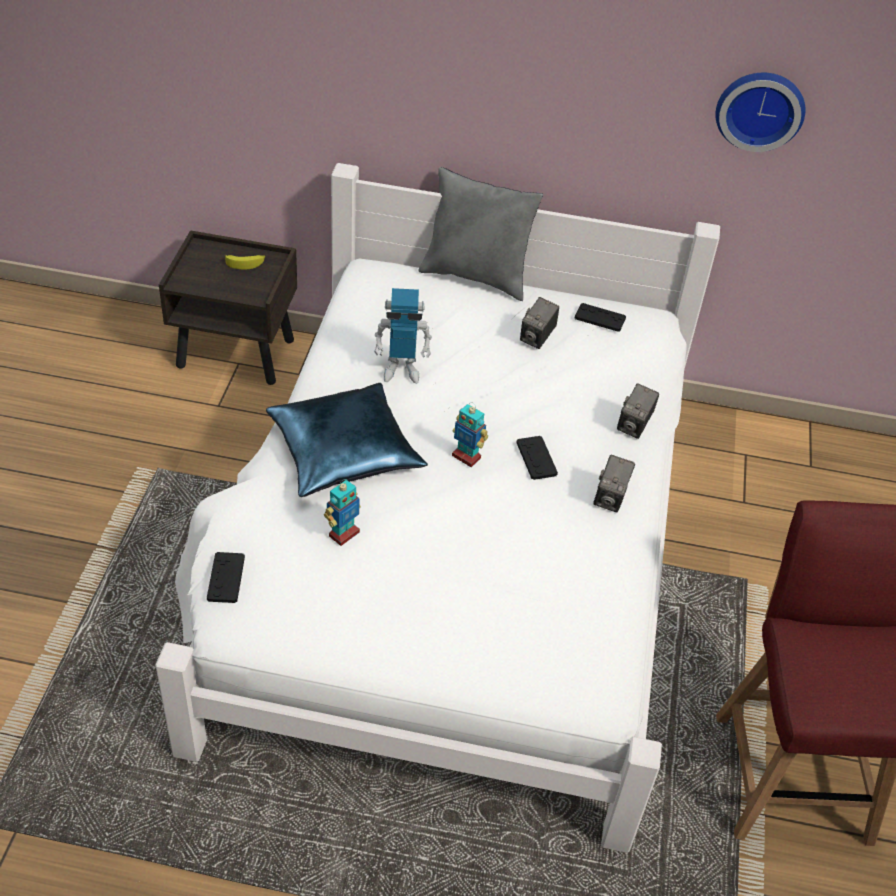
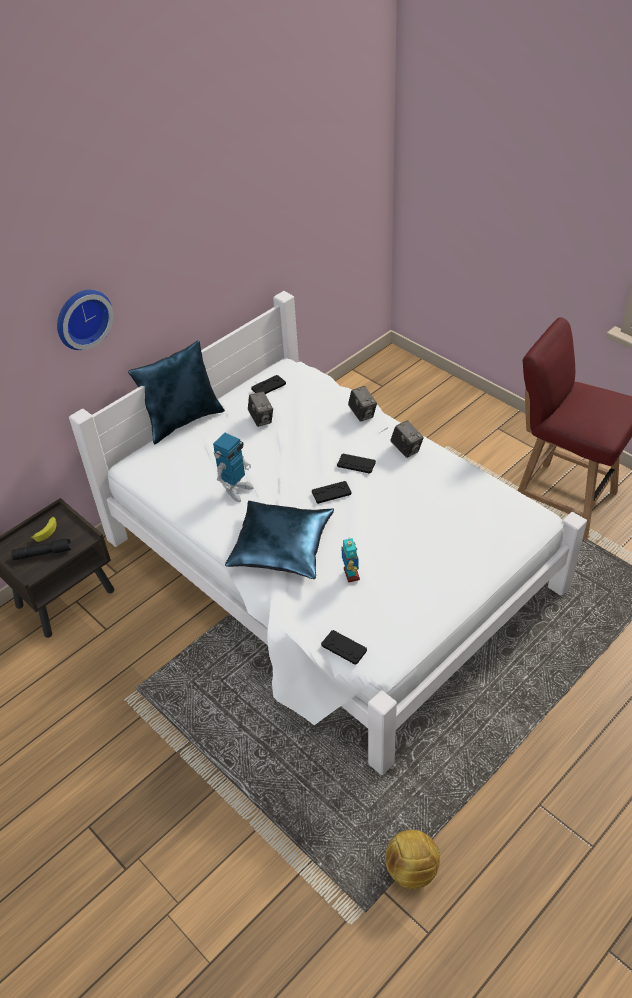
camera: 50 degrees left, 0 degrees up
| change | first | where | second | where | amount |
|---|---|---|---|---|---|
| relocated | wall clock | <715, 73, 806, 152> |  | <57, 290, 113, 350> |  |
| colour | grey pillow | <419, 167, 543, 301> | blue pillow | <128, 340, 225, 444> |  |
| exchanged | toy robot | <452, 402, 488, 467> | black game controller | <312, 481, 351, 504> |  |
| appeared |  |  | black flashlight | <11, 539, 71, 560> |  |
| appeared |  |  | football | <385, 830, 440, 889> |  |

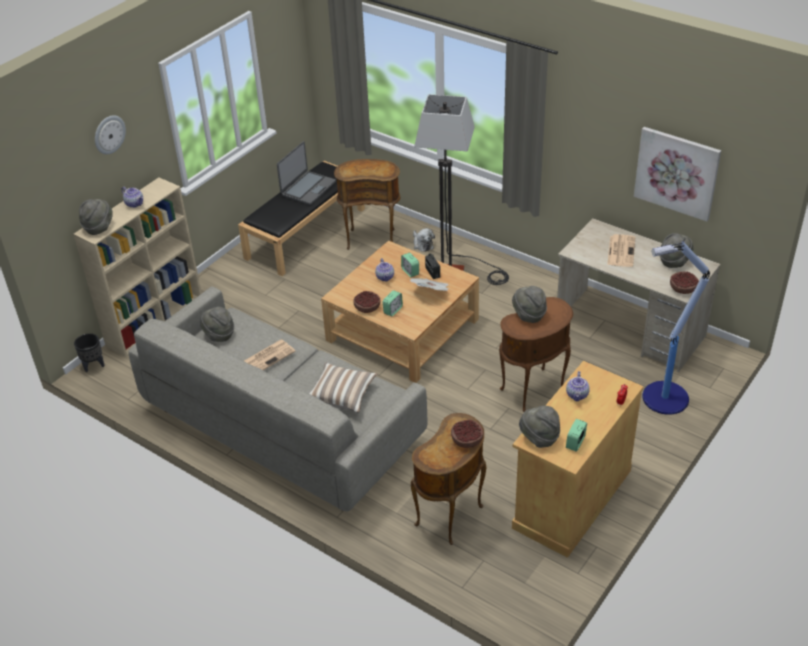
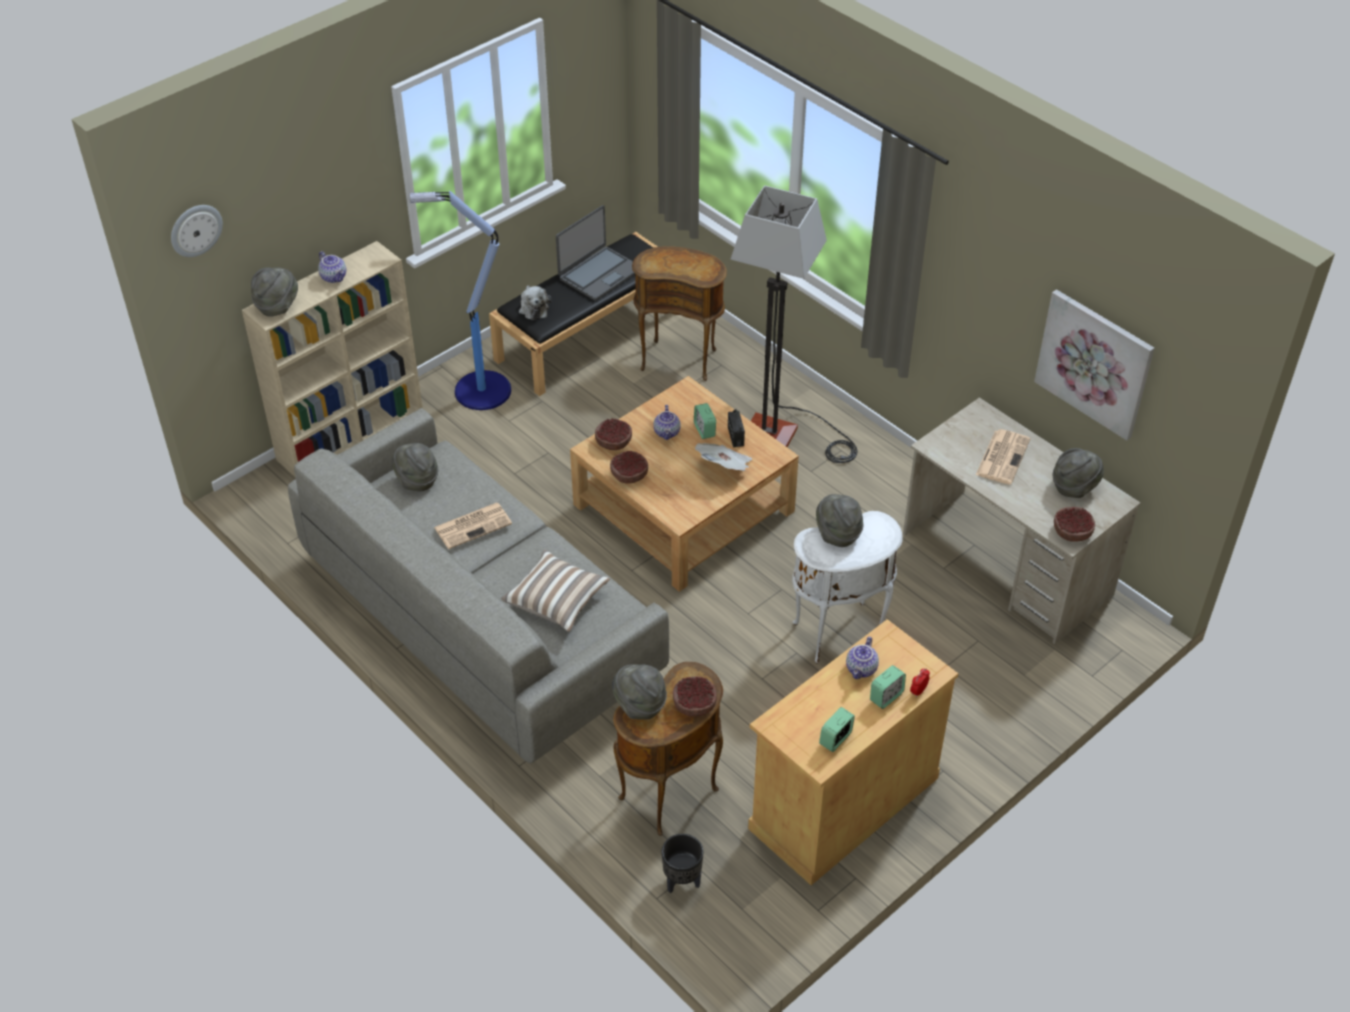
camera: 10 degrees right, 5 degrees up
| change | first | where | second | where | amount |
|---|---|---|---|---|---|
| relocated | wall clock | <95, 115, 126, 154> |  | <171, 205, 223, 257> |  |
| relocated | plush toy | <413, 228, 435, 252> |  | <519, 285, 551, 320> |  |
| relocated | floor lamp | <642, 241, 710, 415> |  | <410, 190, 511, 410> |  |
| relocated | alarm clock | <383, 290, 403, 316> |  | <870, 665, 906, 709> |  |
| colour | brown side table | <499, 297, 573, 412> | white side table | <792, 511, 903, 664> |  |
| relocated | black planter | <74, 333, 105, 372> |  | <662, 834, 704, 894> |  |
| relocated | grey hat | <519, 406, 560, 448> |  | <612, 665, 667, 720> |  |
| appeared |  |  | bowl | <595, 418, 632, 450> |  |

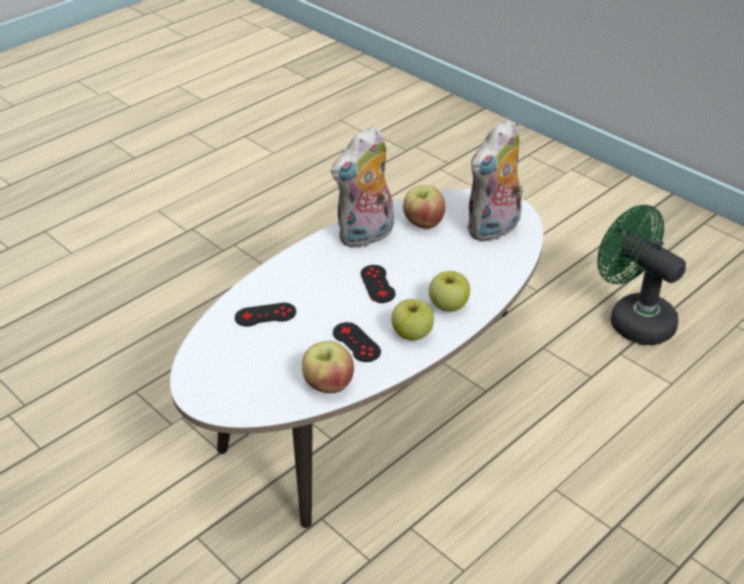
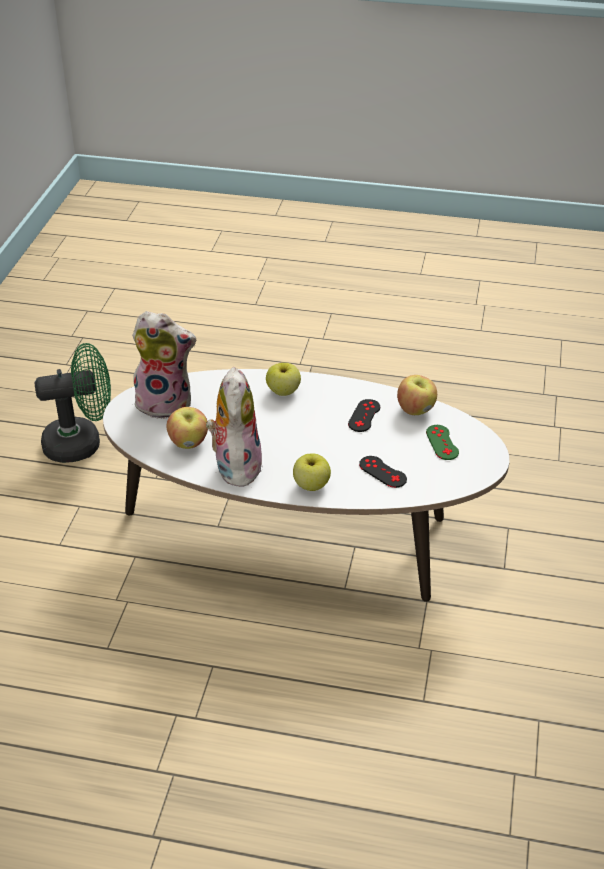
camera: 125 degrees left, 0 degrees up
| change | first | where | second | where | amount |
|---|---|---|---|---|---|
| spun | plush toy | <331, 126, 394, 248> |  | <206, 367, 263, 487> | 105 degrees counterclockwise |
| spun | green fan | <597, 205, 686, 345> |  | <35, 343, 111, 463> | 120 degrees counterclockwise |
| missing | black game controller | <361, 265, 395, 303> |  |  |  |
| relocated | apple | <391, 299, 434, 340> |  | <293, 453, 331, 491> |  |
| appeared |  |  | green game controller | <426, 425, 459, 460> |  |

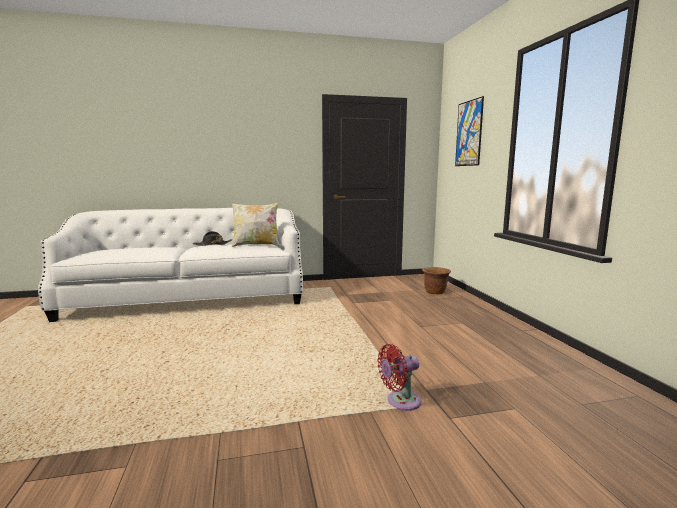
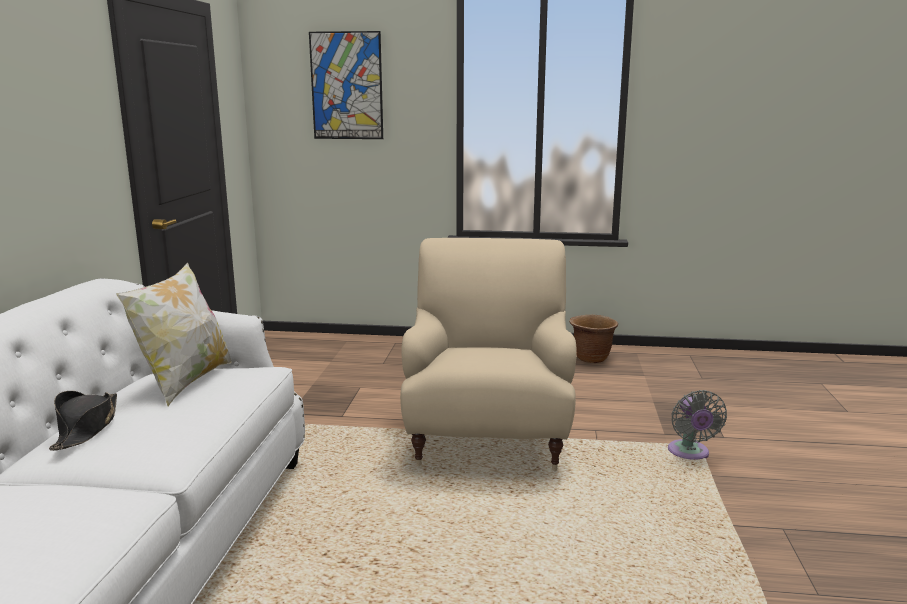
camera: 70 degrees left, 5 degrees up
| change | first | where | second | where | amount |
|---|---|---|---|---|---|
| relocated | brown planter | <422, 267, 451, 294> |  | <569, 315, 618, 363> |  |
| colour | red fan | <377, 344, 421, 411> | grey fan | <668, 390, 727, 460> |  |
| appeared |  |  | beige armchair | <400, 238, 577, 471> |  |

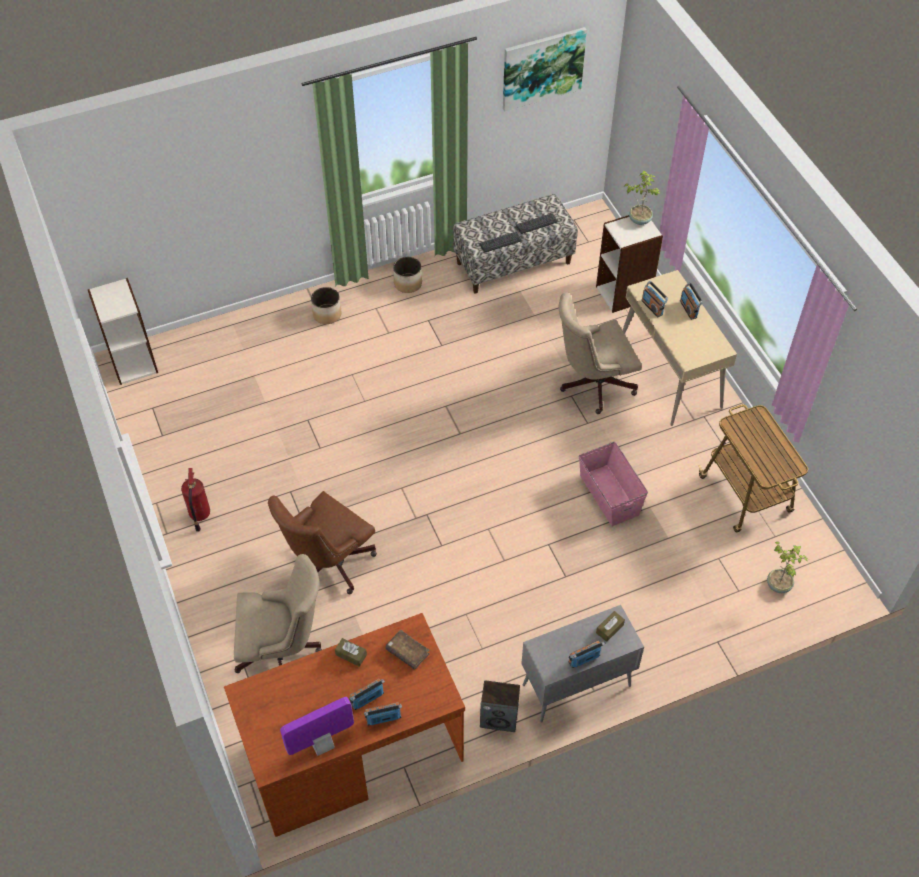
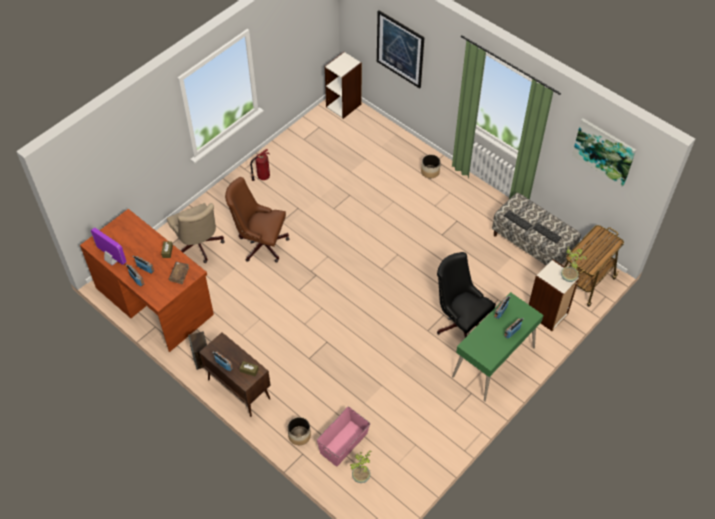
camera: 65 degrees right, 0 degrees up
| change | first | where | second | where | amount |
|---|---|---|---|---|---|
| relocated | planter | <393, 257, 422, 293> |  | <288, 417, 311, 445> |  |
| colour | beige desk | <622, 270, 737, 426> | green desk | <452, 292, 543, 402> |  |
| colour | beige office chair | <559, 292, 642, 414> | black office chair | <437, 252, 496, 338> |  |
| relocated | cart | <698, 404, 808, 533> |  | <564, 225, 624, 307> |  |
| relocated | pink storage box | <579, 442, 648, 526> |  | <317, 407, 370, 467> |  |
| colour | grey cabinet | <521, 605, 644, 723> | brown cabinet | <199, 332, 270, 417> |  |
| appeared |  |  | picture | <377, 10, 425, 88> |  |

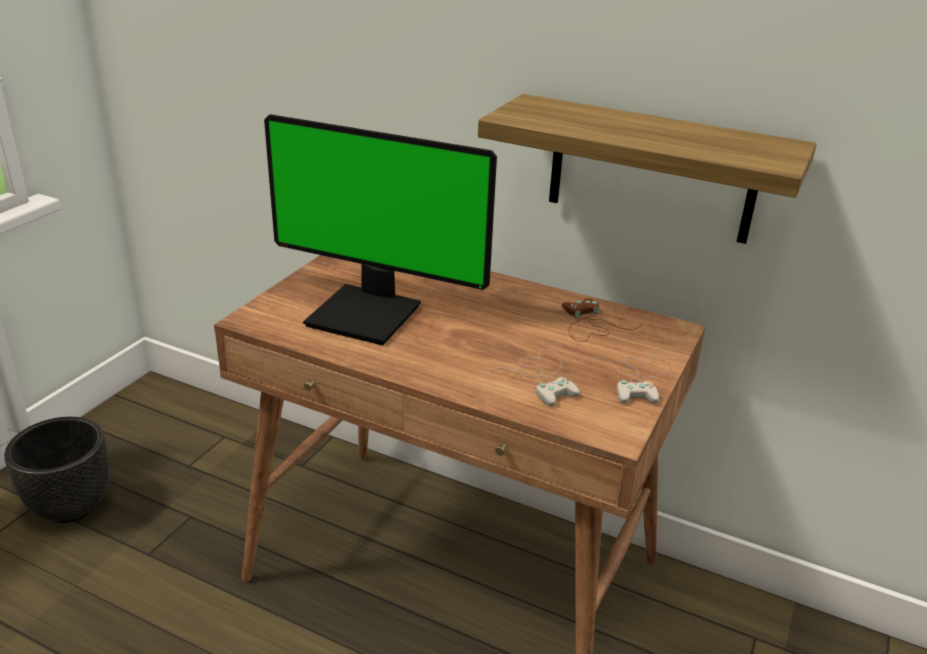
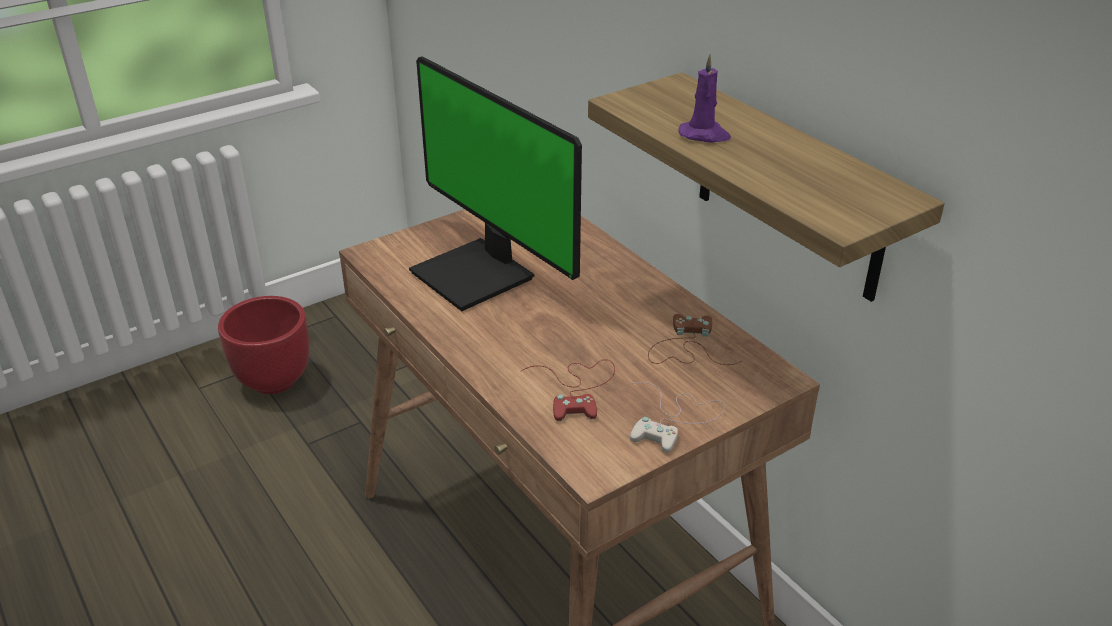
camera: 30 degrees right, 5 degrees up
| change | first | where | second | where | amount |
|---|---|---|---|---|---|
| colour | white game controller | <485, 349, 580, 406> | red game controller | <520, 359, 615, 421> |  |
| colour | black planter | <4, 417, 110, 523> | red planter | <218, 296, 309, 394> |  |
| appeared |  |  | purple candle | <678, 54, 731, 143> |  |

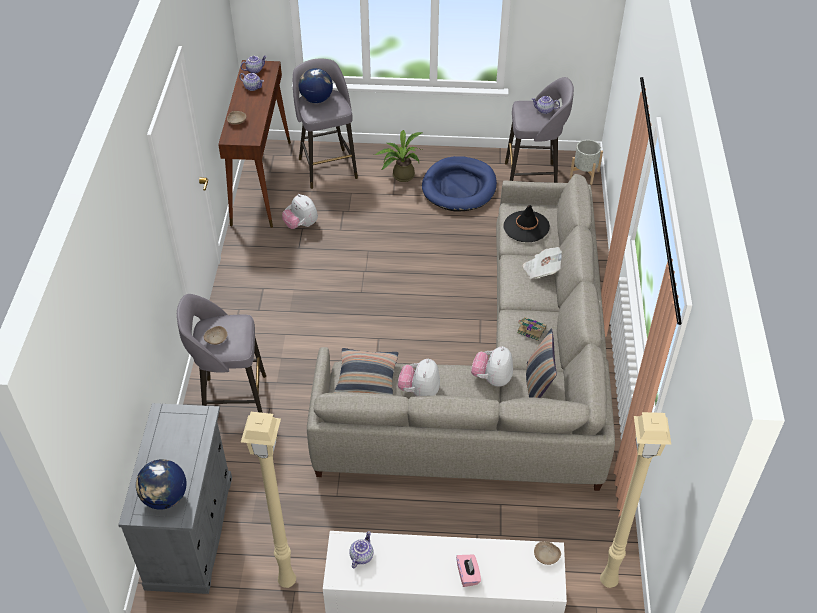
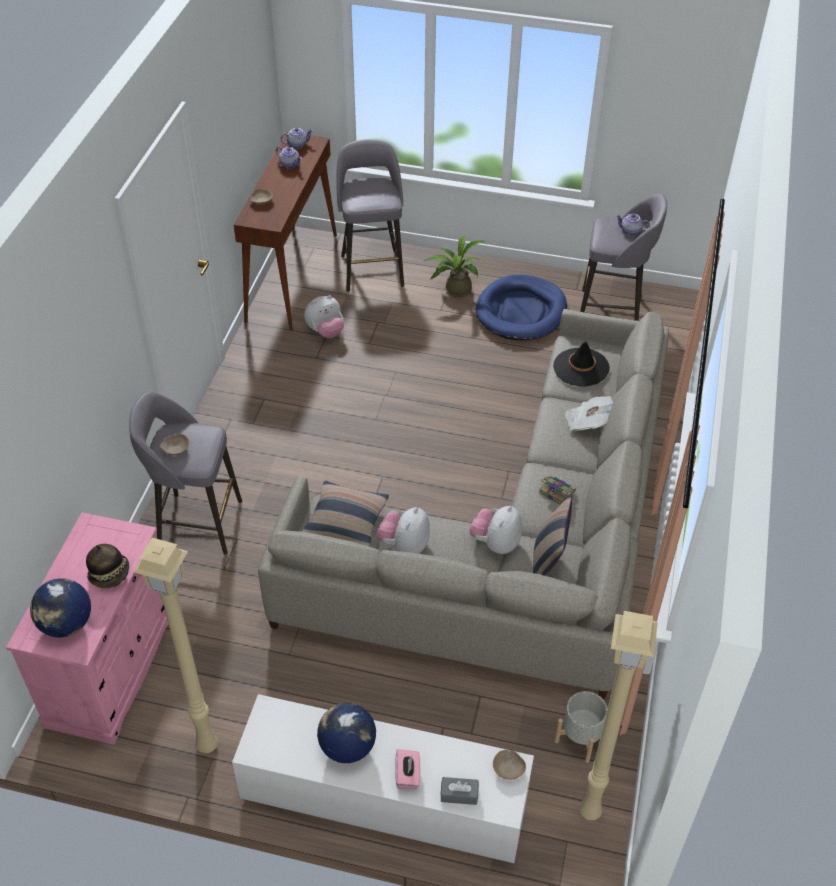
camera: 10 degrees right, 0 degrees up
| change | first | where | second | where | amount |
|---|---|---|---|---|---|
| relocated | globe | <299, 68, 333, 103> |  | <317, 703, 376, 763> |  |
| relocated | grey planter | <570, 140, 603, 185> |  | <554, 691, 608, 763> |  |
| spun | plush toy | <282, 194, 318, 229> |  | <304, 295, 344, 338> | 90 degrees counterclockwise |
| colour | grey cabinet | <118, 403, 232, 594> | pink cabinet | <6, 512, 168, 744> |  |
| missing | teapot | <349, 531, 374, 568> |  |  |  |
| appeared |  |  | hat | <86, 544, 129, 588> |  |
| appeared |  |  | grey tissue box | <440, 777, 479, 805> |  |

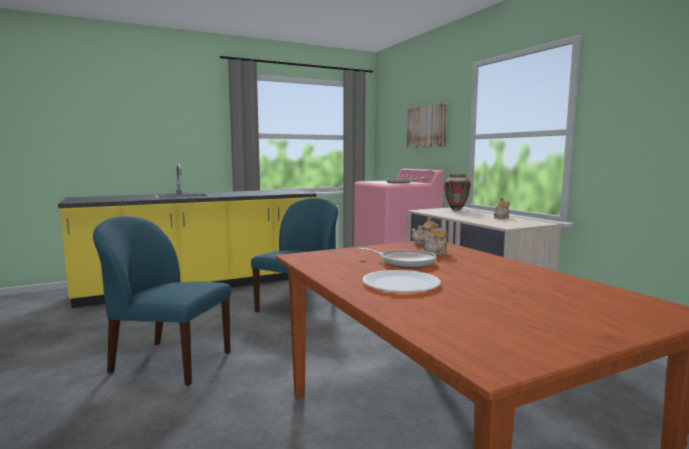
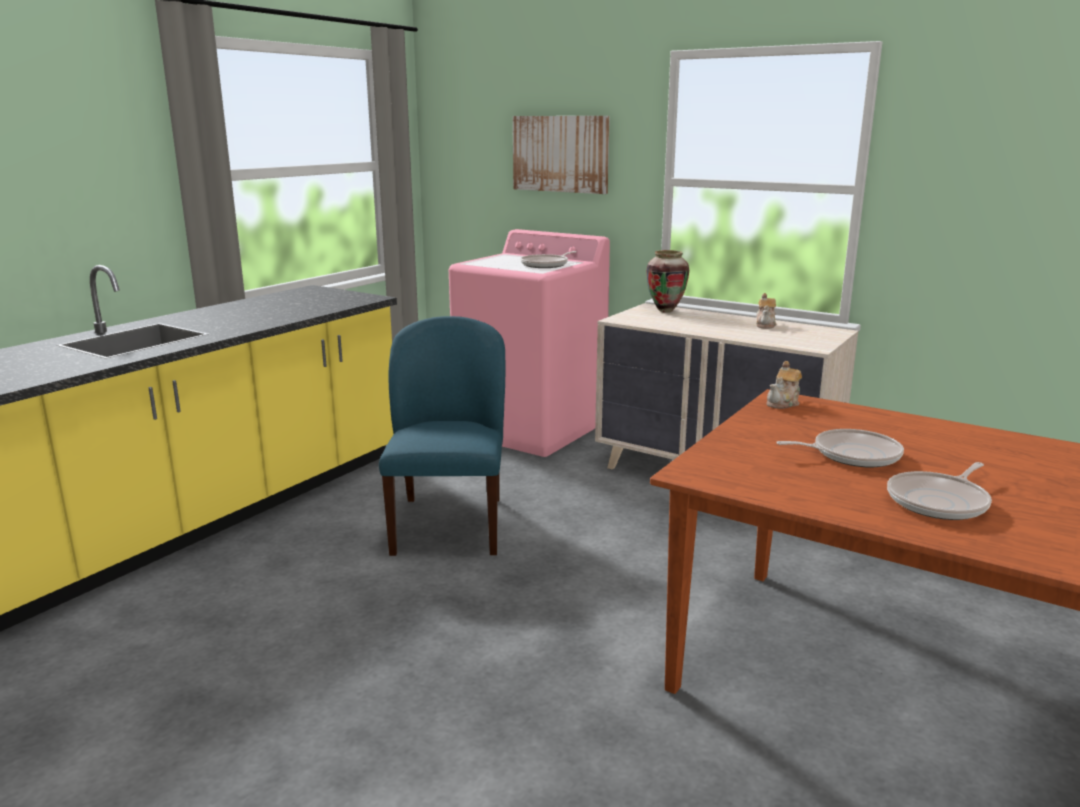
camera: 30 degrees left, 10 degrees up
| change | first | where | second | where | amount |
|---|---|---|---|---|---|
| missing | blue chair | <93, 216, 231, 386> |  |  |  |
| missing | teapot | <424, 224, 448, 256> |  |  |  |
| exchanged | white plate | <362, 270, 441, 292> | frying pan | <887, 462, 992, 520> |  |

